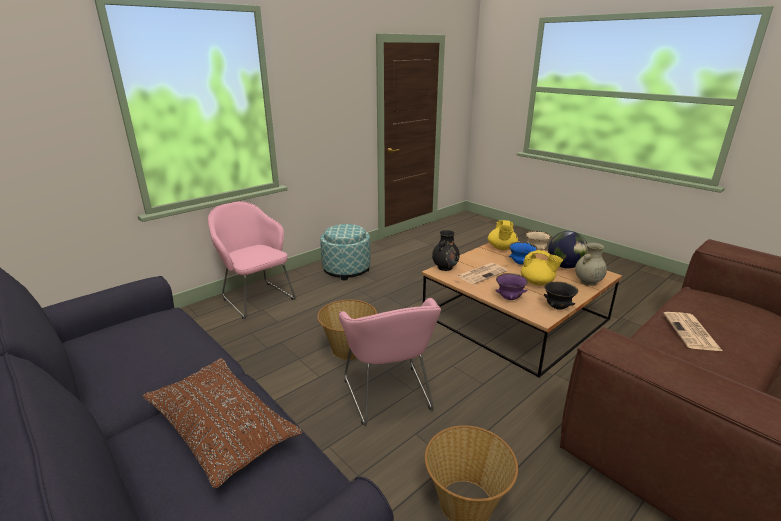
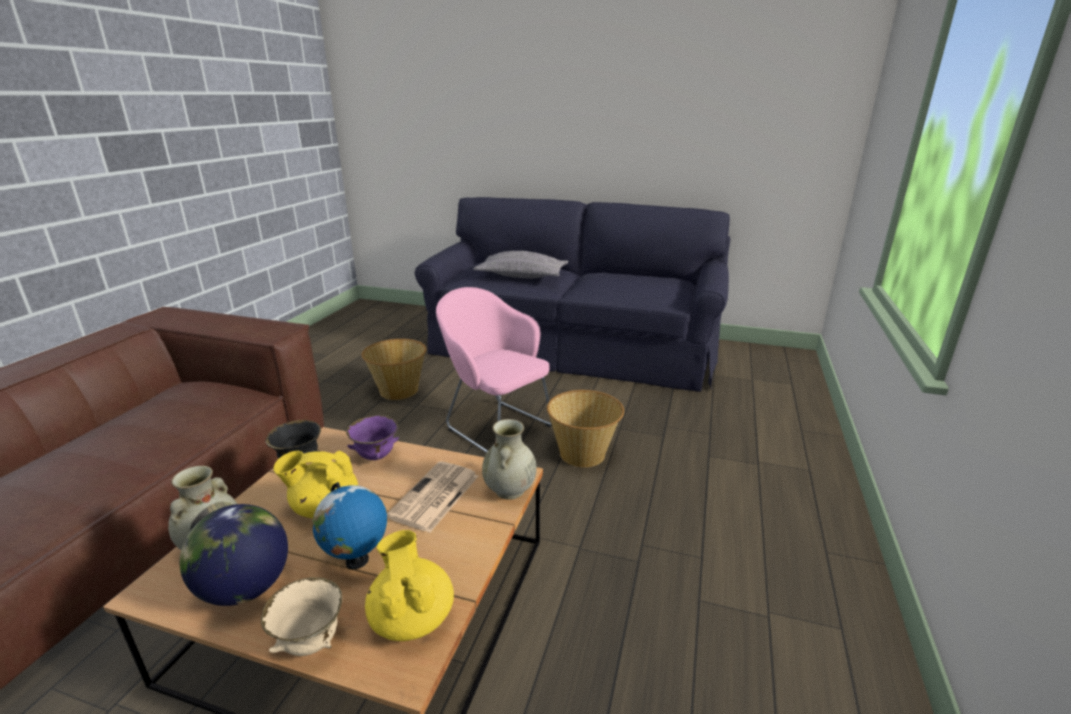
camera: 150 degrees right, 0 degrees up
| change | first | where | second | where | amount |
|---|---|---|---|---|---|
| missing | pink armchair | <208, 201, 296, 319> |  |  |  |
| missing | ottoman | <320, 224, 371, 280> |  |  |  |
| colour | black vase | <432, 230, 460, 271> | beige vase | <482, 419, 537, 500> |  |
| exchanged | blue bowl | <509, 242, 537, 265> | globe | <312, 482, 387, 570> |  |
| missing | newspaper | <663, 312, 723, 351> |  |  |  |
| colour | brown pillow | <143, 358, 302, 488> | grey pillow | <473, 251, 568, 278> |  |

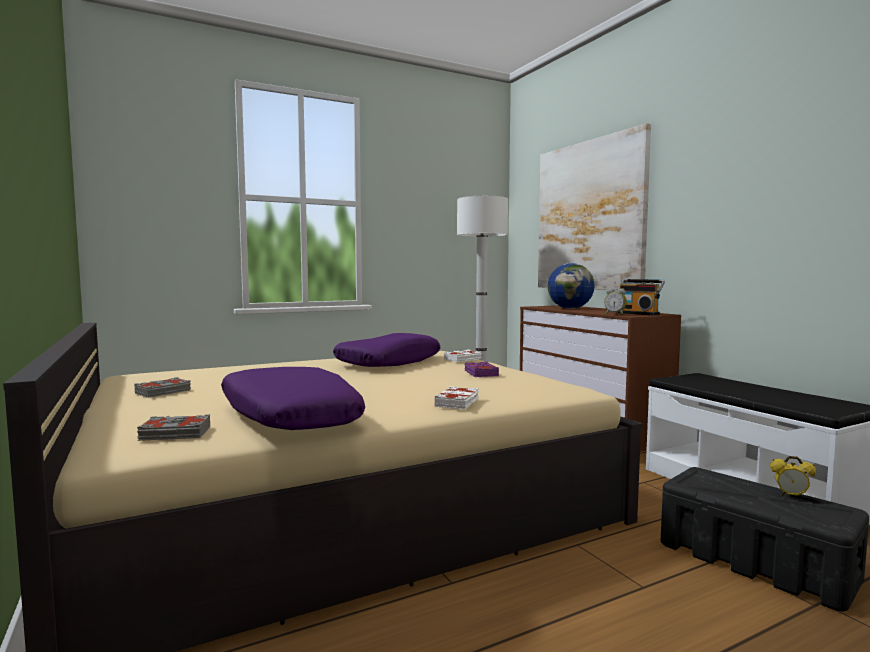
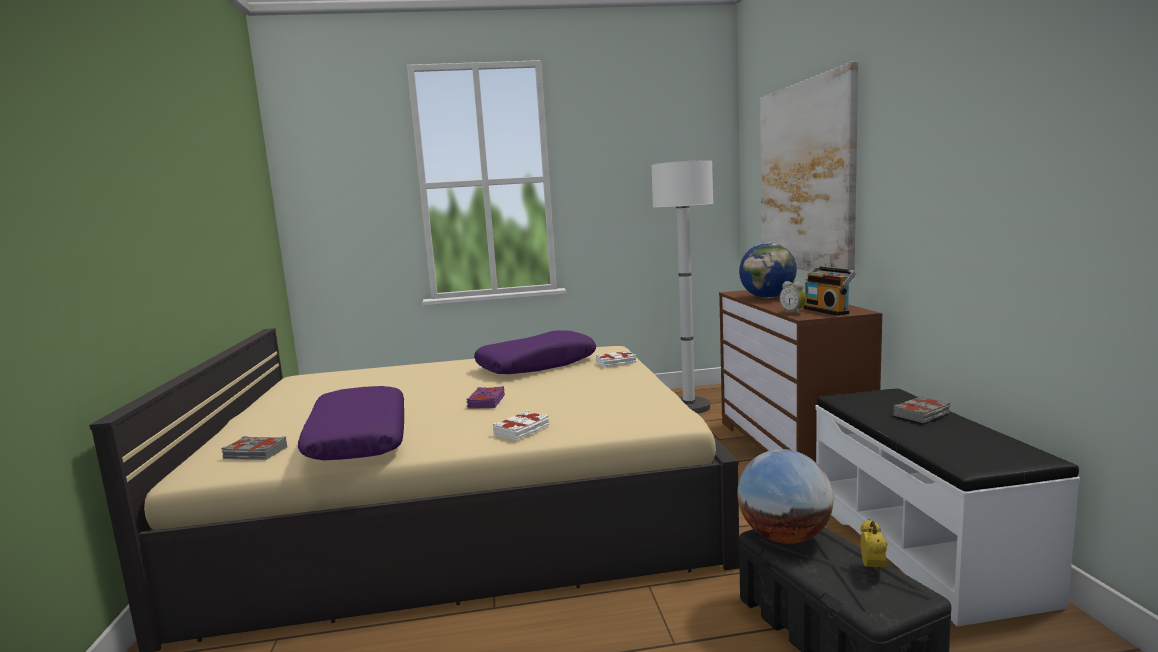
camera: 20 degrees right, 5 degrees up
| change | first | where | second | where | amount |
|---|---|---|---|---|---|
| relocated | purple book | <464, 361, 499, 377> |  | <467, 386, 505, 409> |  |
| relocated | grey book | <135, 377, 191, 398> |  | <893, 396, 950, 423> |  |
| spun | alarm clock | <770, 456, 816, 499> |  | <860, 519, 888, 575> | 120 degrees counterclockwise |
| appeared |  |  | globe | <737, 449, 833, 544> |  |

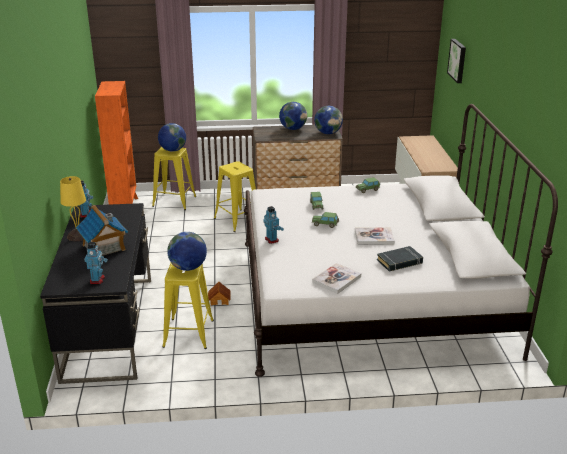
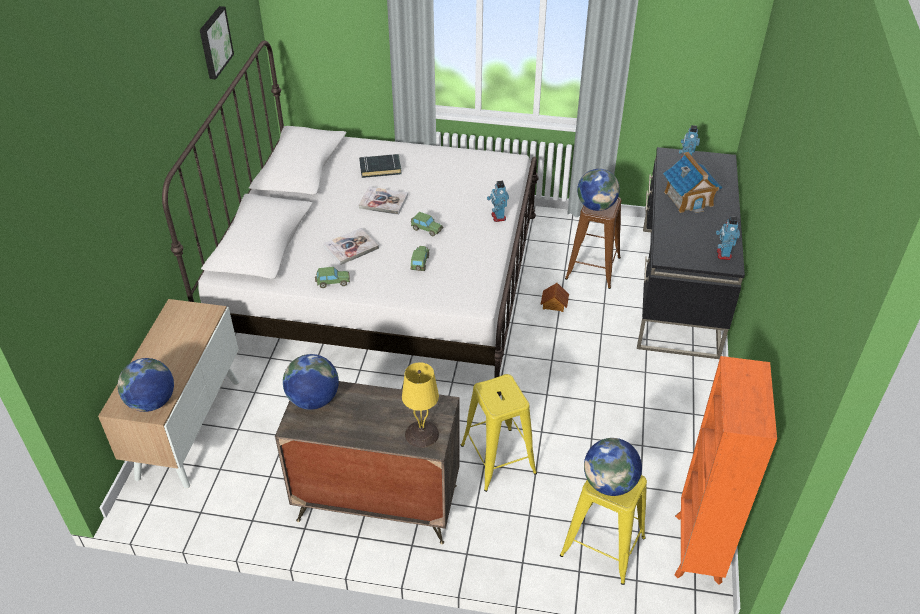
camera: 165 degrees left, 15 degrees up
| change | first | where | second | where | amount |
|---|---|---|---|---|---|
| relocated | picture | <447, 39, 466, 83> |  | <200, 6, 234, 79> |  |
| relocated | globe | <279, 102, 307, 130> |  | <118, 358, 174, 412> |  |
| relocated | yellow table lamp | <60, 176, 86, 241> |  | <402, 362, 439, 448> |  |
| colour | yellow stool | <162, 263, 214, 349> | brown stool | <565, 197, 621, 289> |  |
| relocated | book | <312, 263, 361, 294> |  | <323, 228, 379, 265> |  |

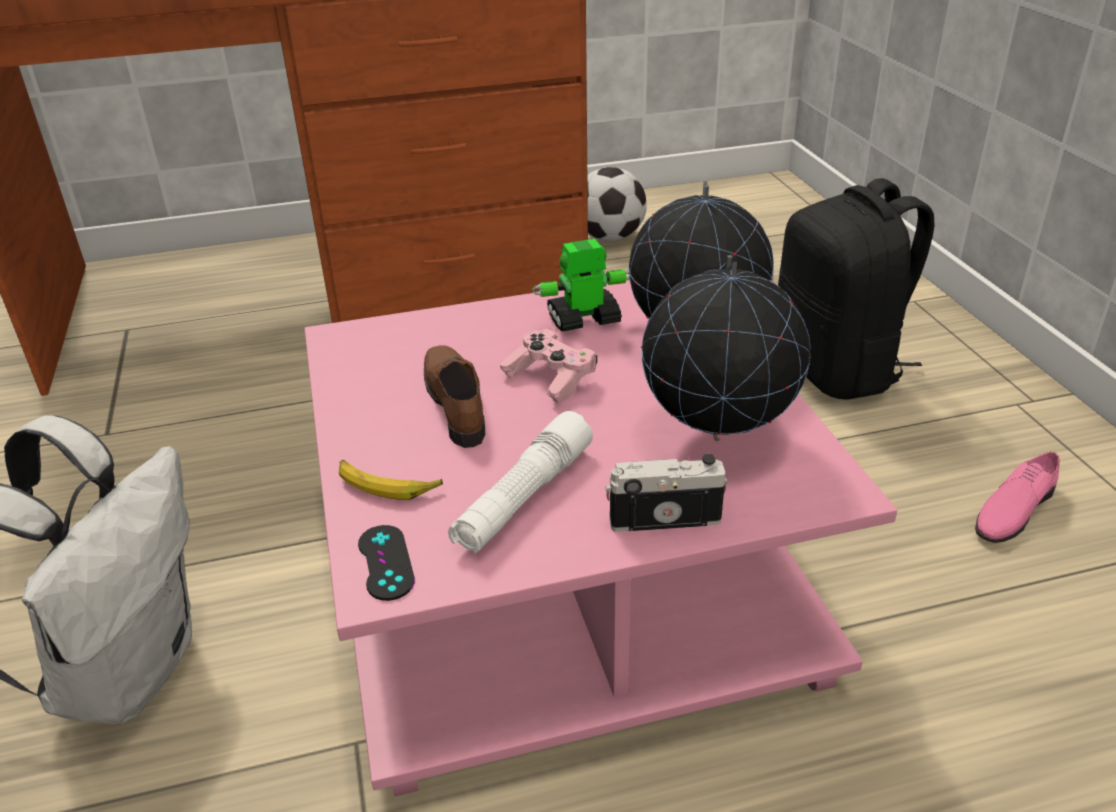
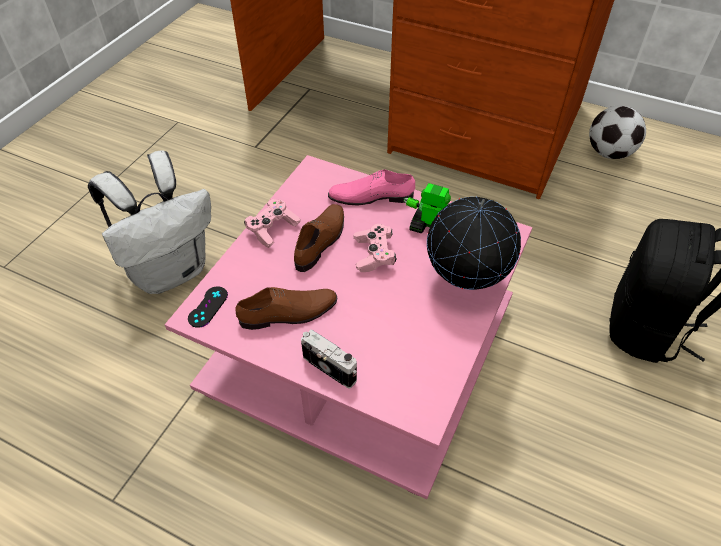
camera: 40 degrees right, 15 degrees up
| change | first | where | second | where | amount |
|---|---|---|---|---|---|
| missing | globe | <641, 255, 811, 441> |  |  |  |
| exchanged | white flashlight | <448, 411, 593, 553> | brown shoe | <235, 287, 337, 330> |  |
| relocated | pink shoe | <975, 452, 1060, 543> |  | <328, 169, 415, 206> |  |
| missing | banana | <339, 460, 443, 500> |  |  |  |
| appeared |  |  | pink game controller | <244, 199, 301, 248> |  |

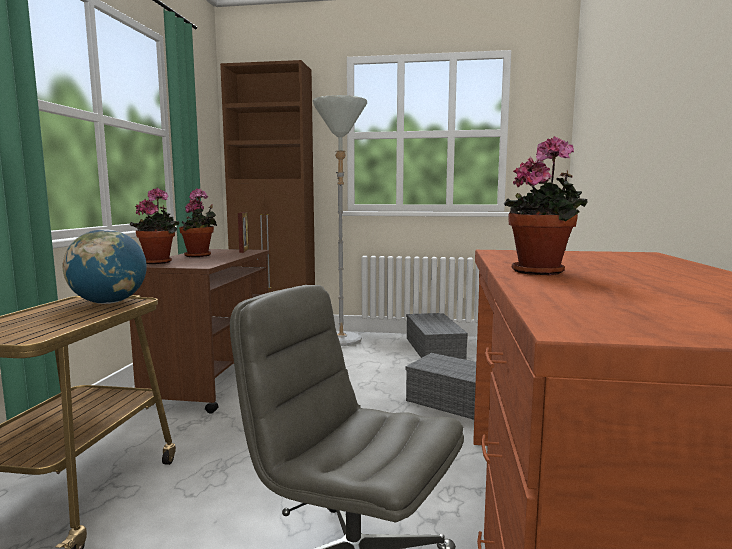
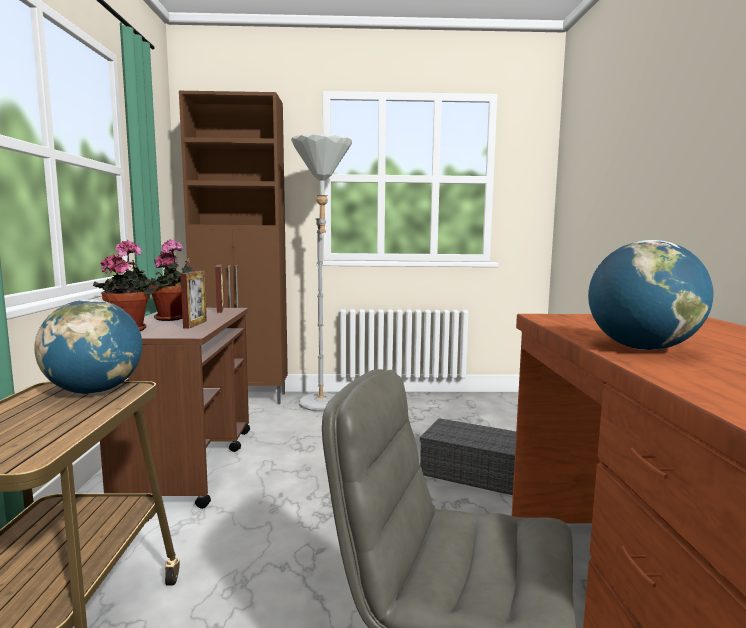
camera: 10 degrees left, 0 degrees up
| change | first | where | second | where | amount |
|---|---|---|---|---|---|
| exchanged | potted plant | <504, 136, 588, 275> | globe | <588, 240, 713, 350> |  |
| missing | grey storage box | <406, 313, 468, 360> |  |  |  |
| appeared |  |  | picture frame | <180, 271, 207, 329> |  |

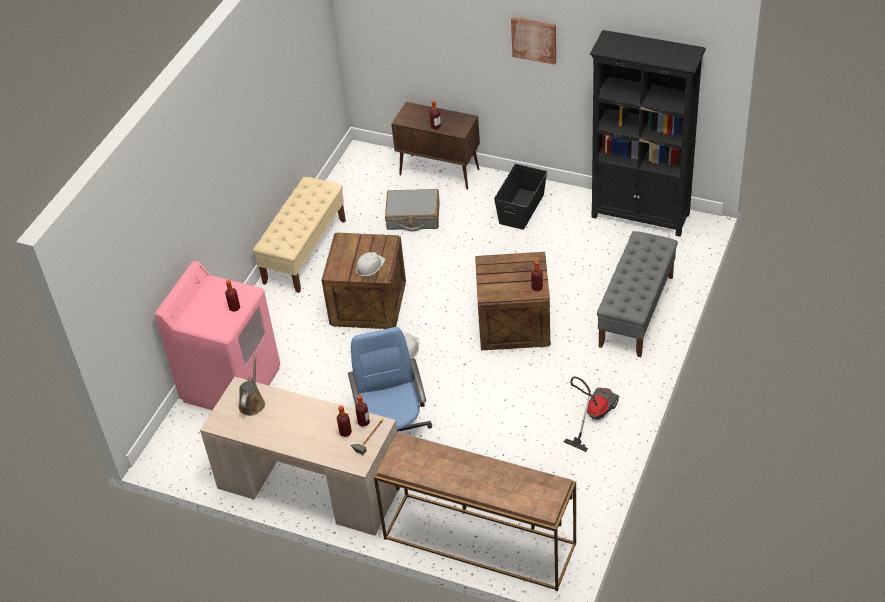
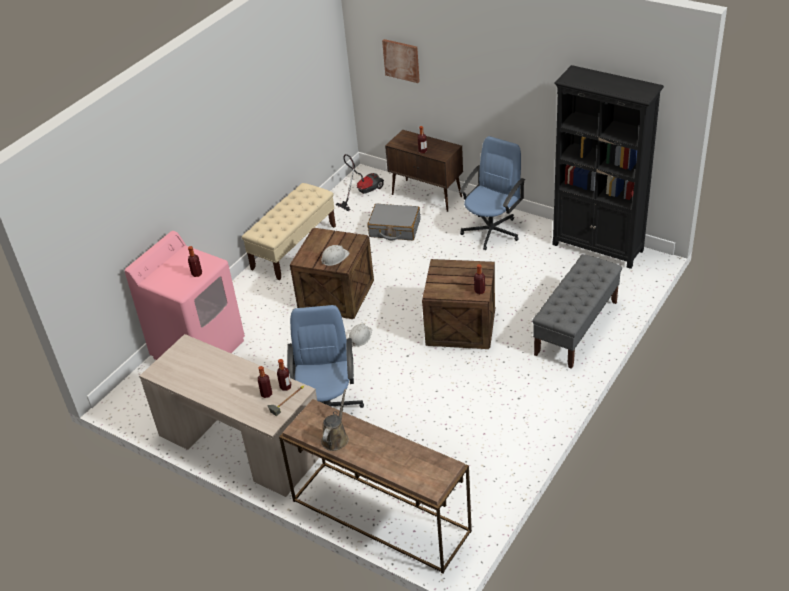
camera: 10 degrees right, 5 degrees down
| change | first | where | second | where | amount |
|---|---|---|---|---|---|
| relocated | picture | <511, 17, 556, 65> |  | <382, 39, 420, 83> |  |
| exchanged | black storage box | <494, 164, 547, 230> | blue office chair | <459, 136, 525, 250> |  |
| relocated | brown watering can | <239, 355, 265, 416> |  | <321, 389, 349, 451> |  |
| relocated | vacuum cleaner | <564, 377, 620, 452> |  | <335, 154, 384, 211> |  |

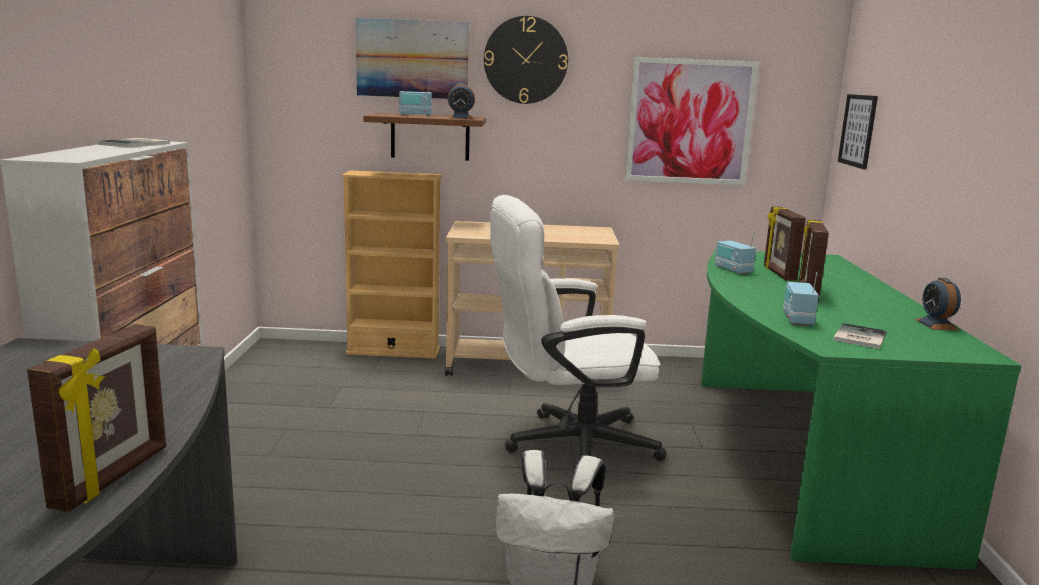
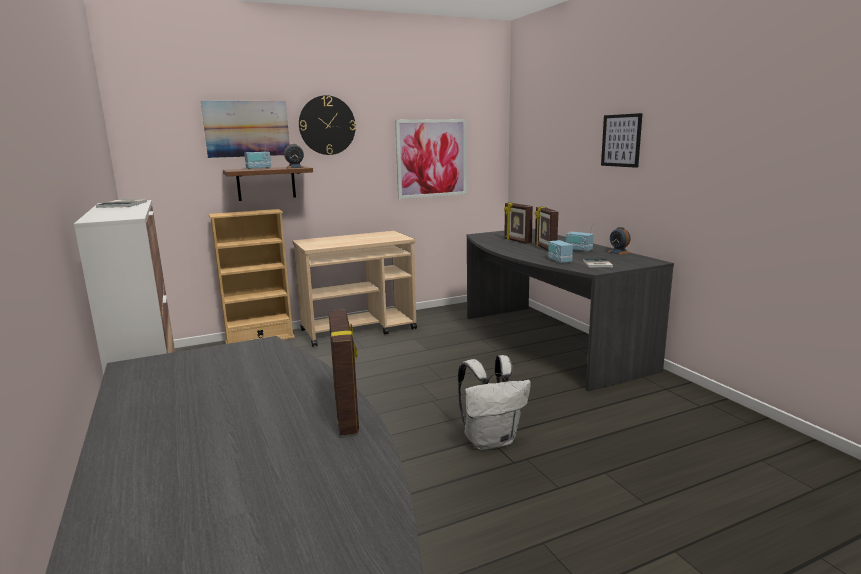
camera: 25 degrees left, 0 degrees up
| change | first | where | second | where | amount |
|---|---|---|---|---|---|
| relocated | picture | <838, 94, 878, 170> |  | <601, 113, 643, 168> |  |
| missing | white office chair | <490, 195, 667, 461> |  |  |  |
| relocated | radio | <715, 231, 756, 274> |  | <566, 223, 594, 252> |  |
| colour | green desk | <701, 250, 1022, 570> | grey desk | <467, 229, 674, 391> |  |

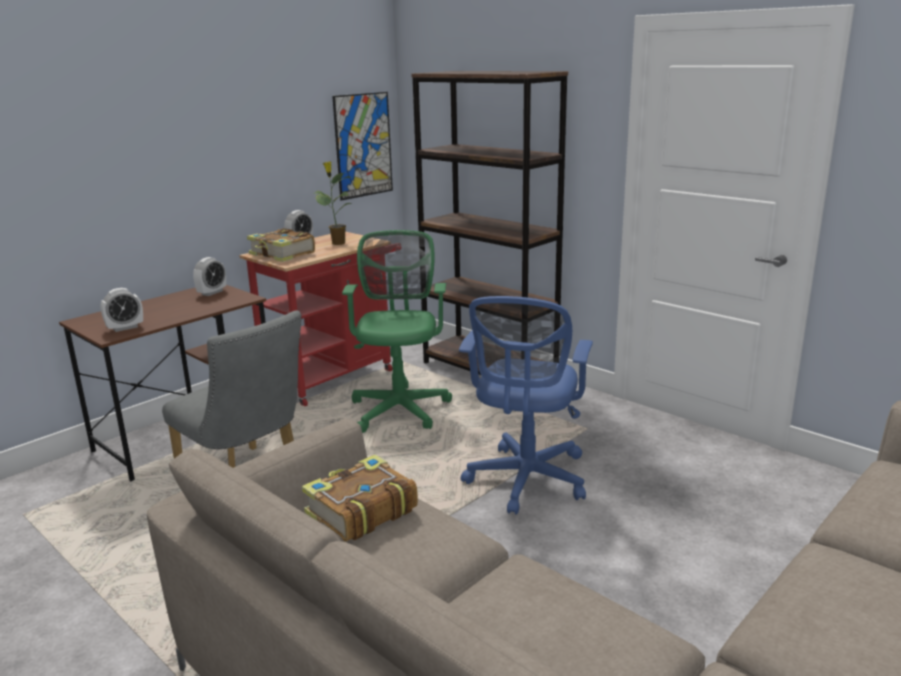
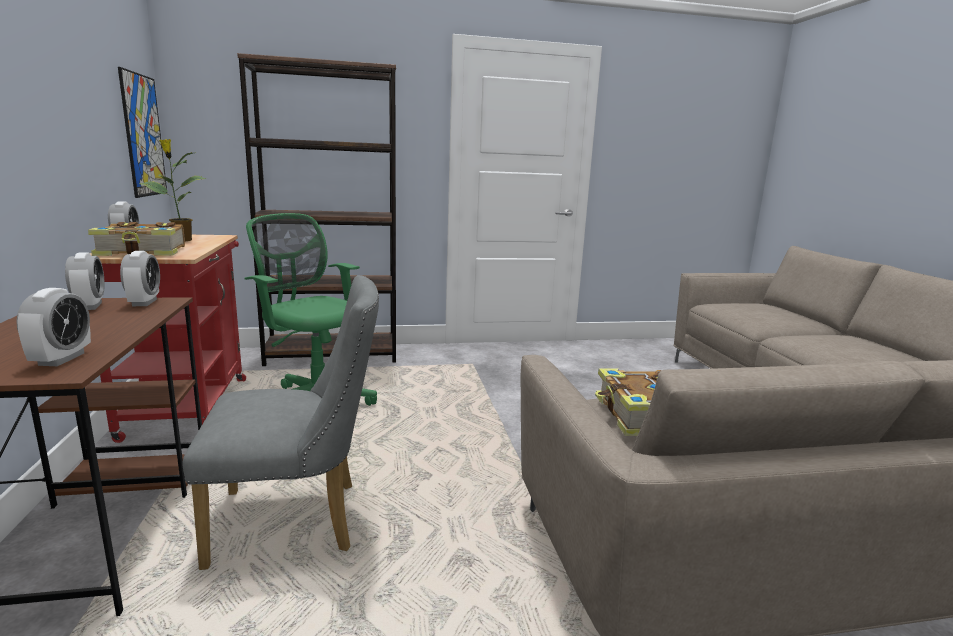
camera: 55 degrees left, 5 degrees down
| change | first | where | second | where | amount |
|---|---|---|---|---|---|
| missing | blue office chair | <459, 296, 593, 515> |  |  |  |
| appeared |  |  | alarm clock | <120, 251, 160, 306> |  |

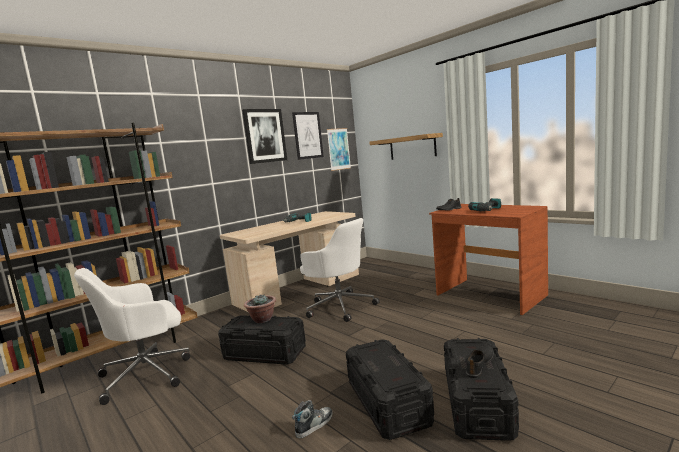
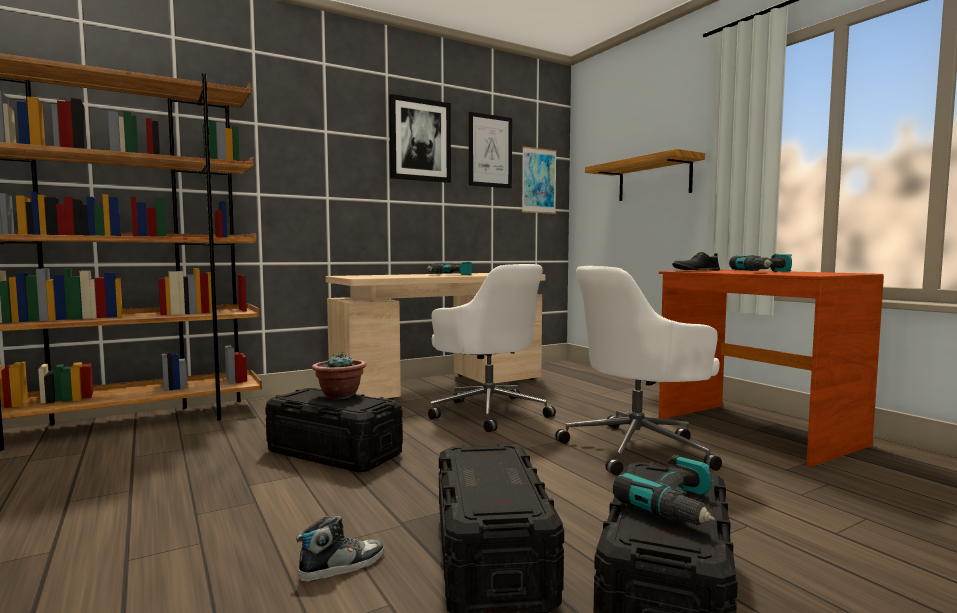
camera: 10 degrees right, 5 degrees down
| change | first | where | second | where | amount |
|---|---|---|---|---|---|
| relocated | white office chair | <74, 268, 190, 405> |  | <555, 266, 722, 476> |  |
| exchanged | black shoe | <465, 345, 494, 378> | power drill | <613, 455, 715, 525> |  |

